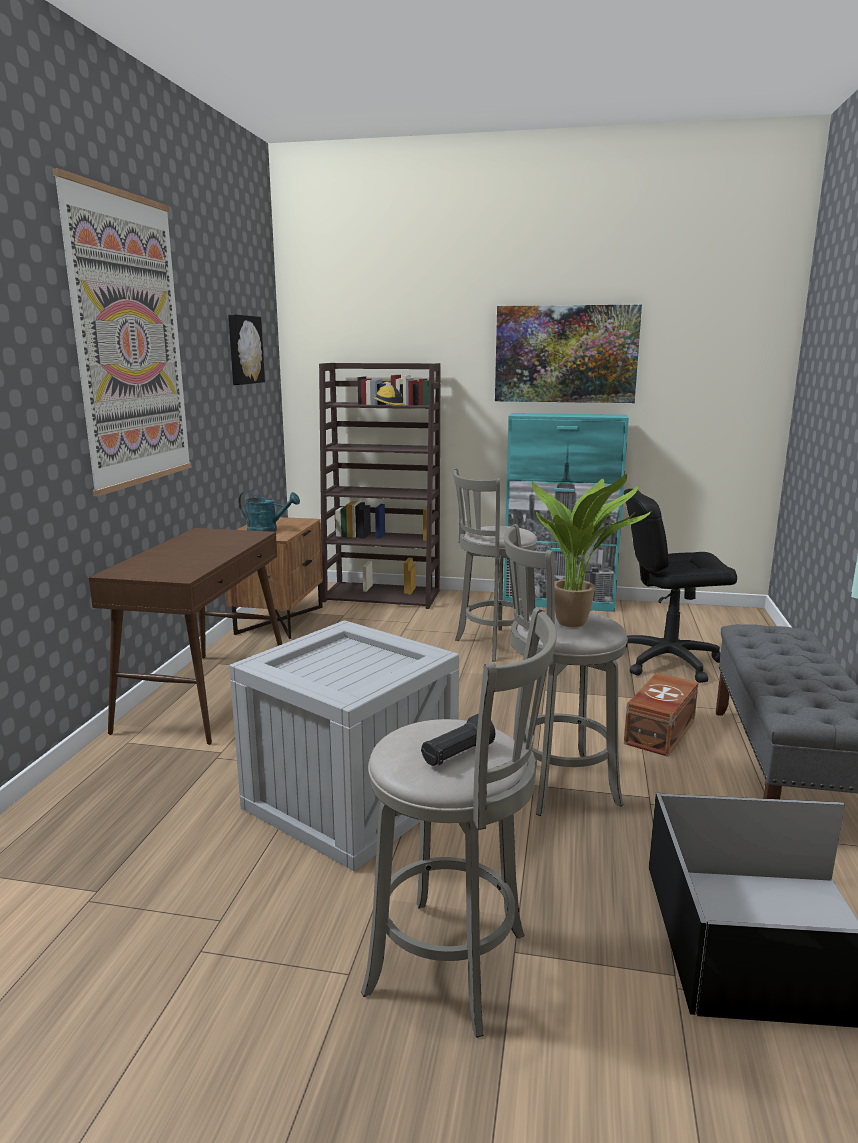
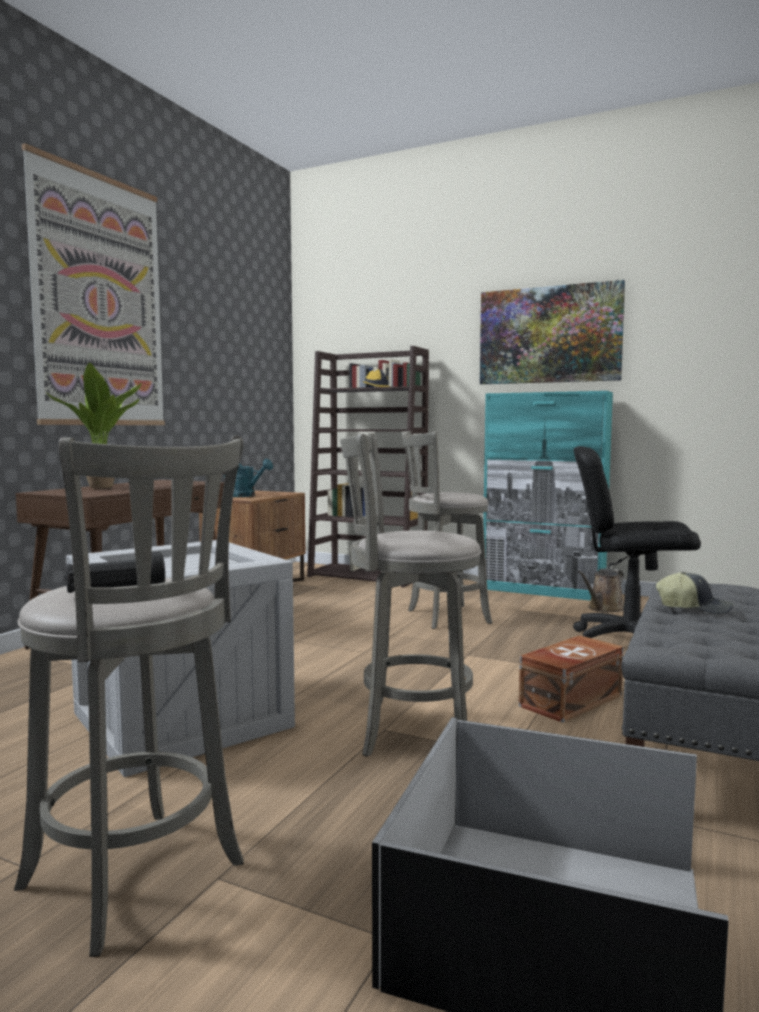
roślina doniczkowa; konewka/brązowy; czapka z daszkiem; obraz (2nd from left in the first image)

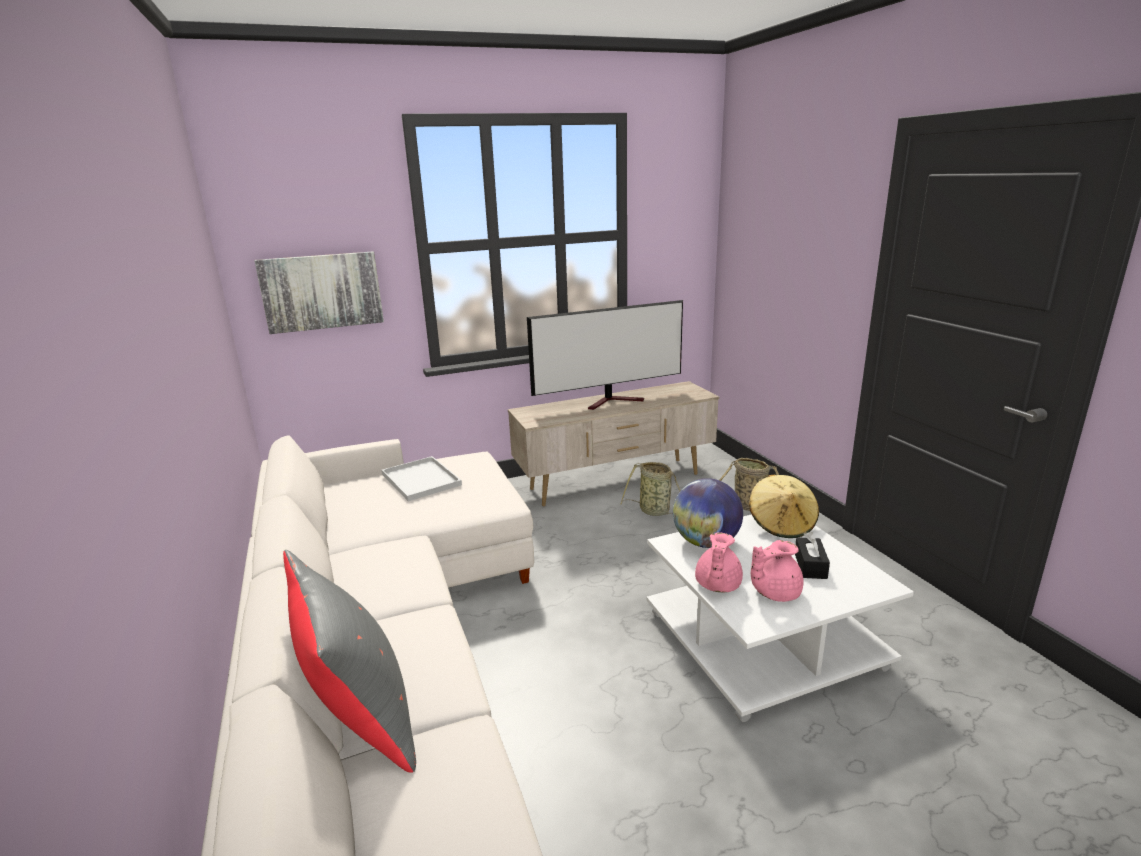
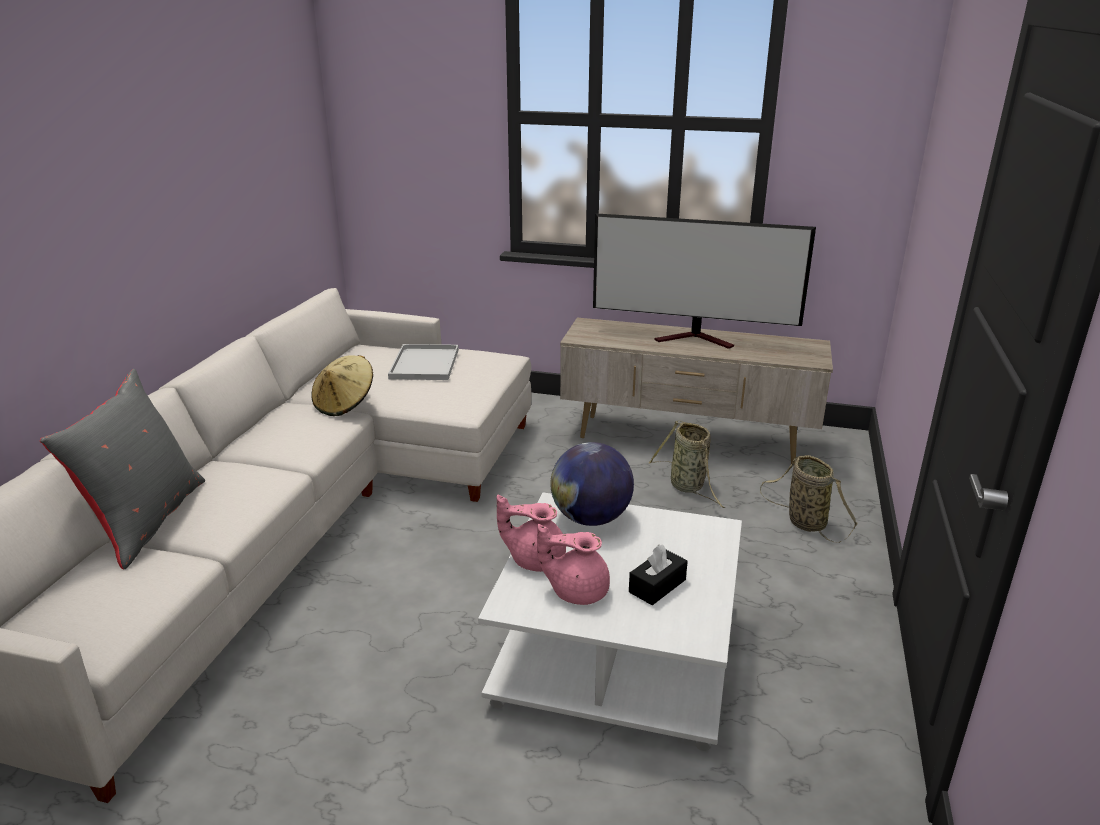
kapelusz/beżowy; imbryk/różowy (1st from left); obraz

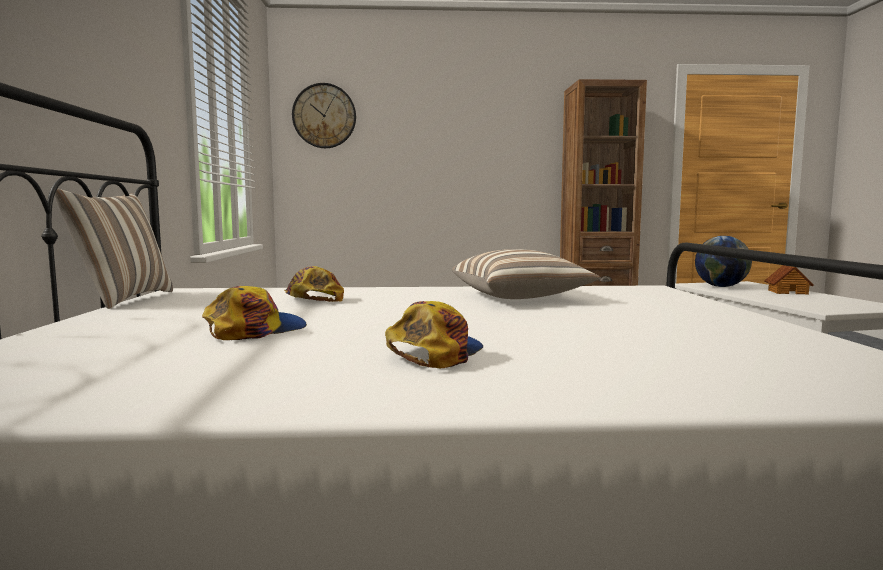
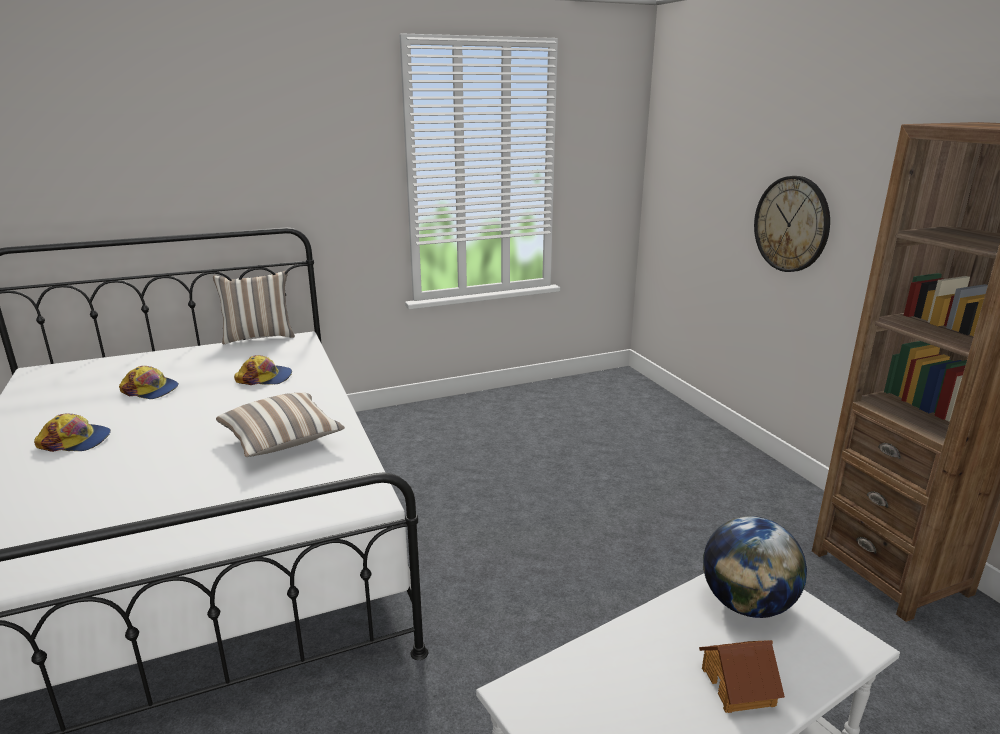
czapka z daszkiem (3rd from left); zegar ścienny

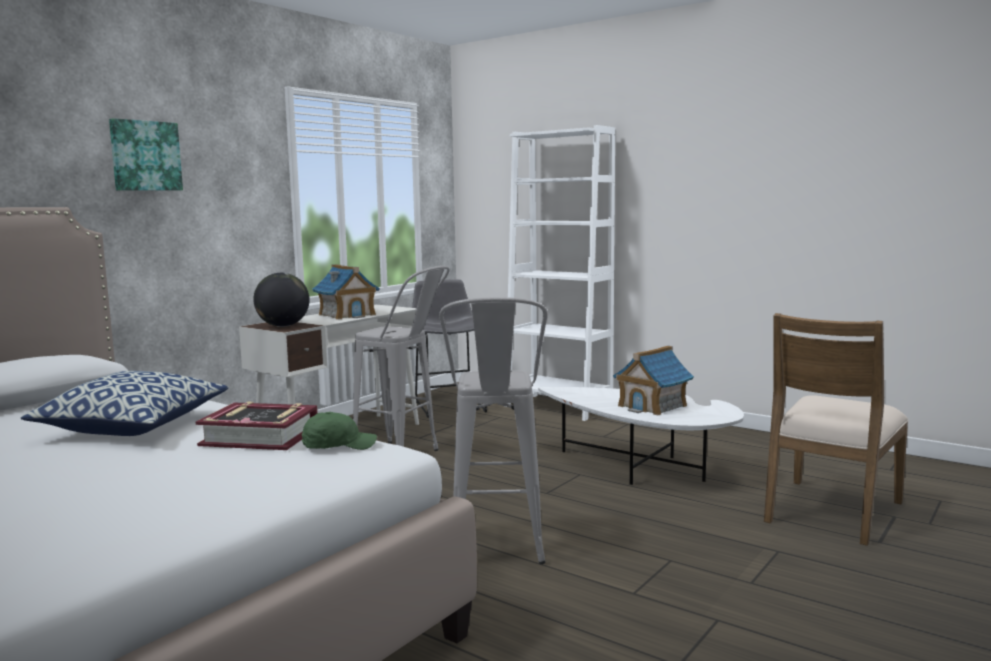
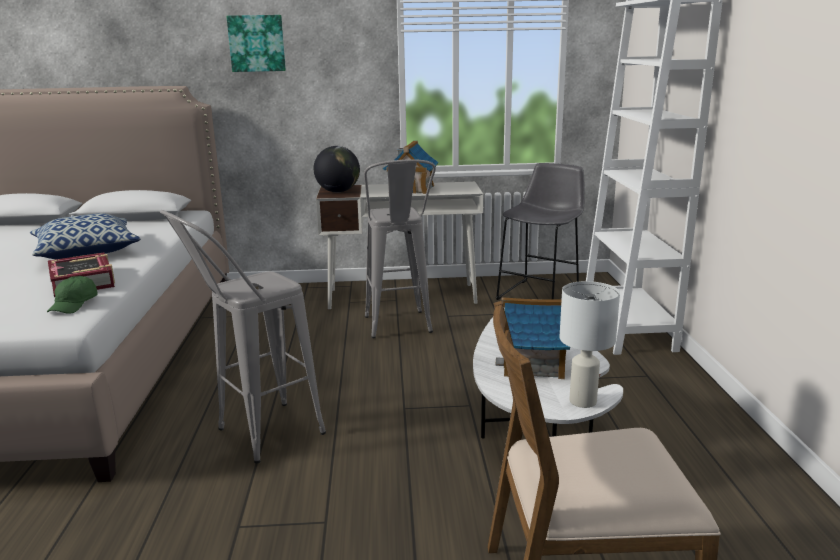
czapka z daszkiem/zielony; lampa stołowa/biały

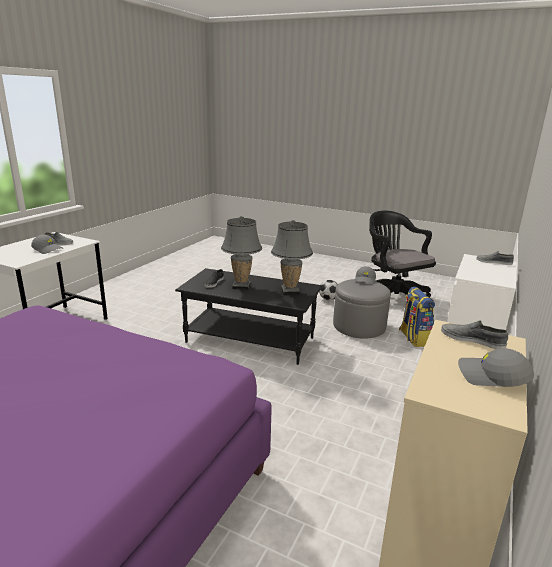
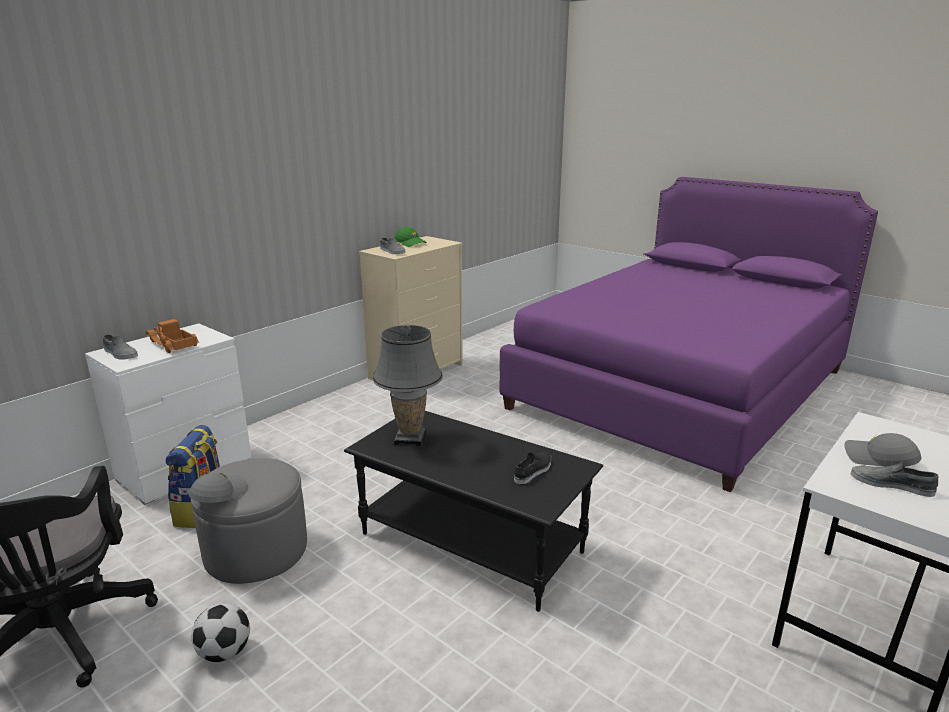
ciężarówka zabawkowa; czapka z daszkiem/zielony; lampa stołowa/szary (1st from left in the first image)

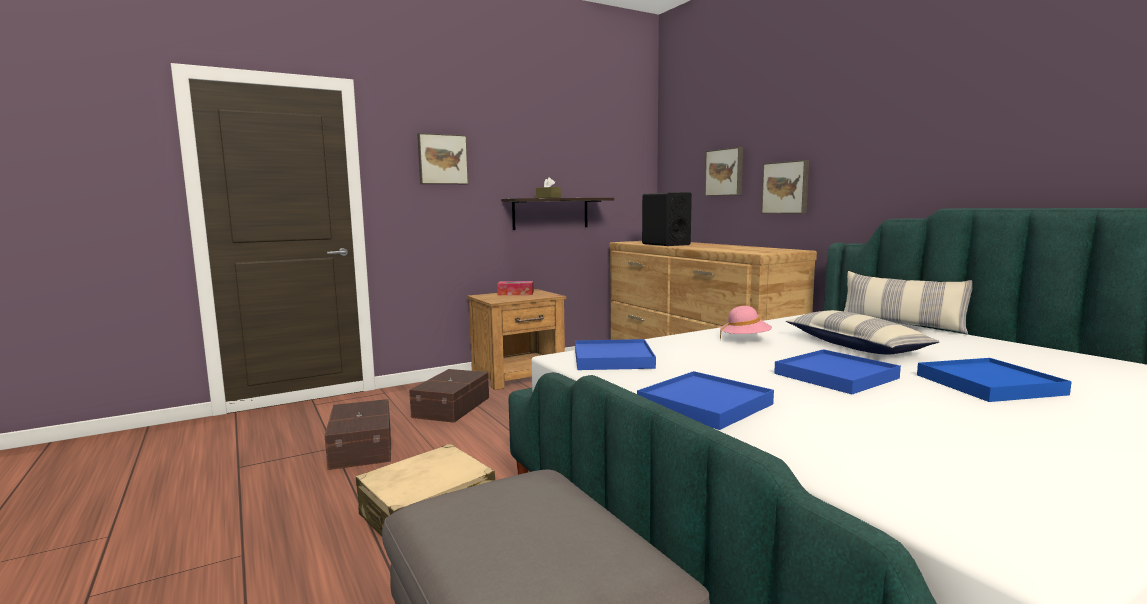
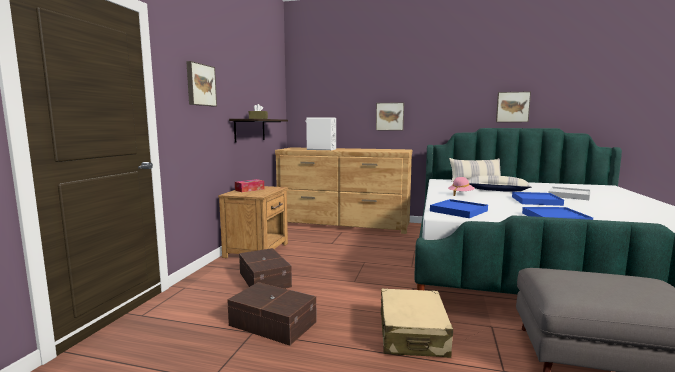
głośnik/biały; obraz (3rd from left); taca/biały

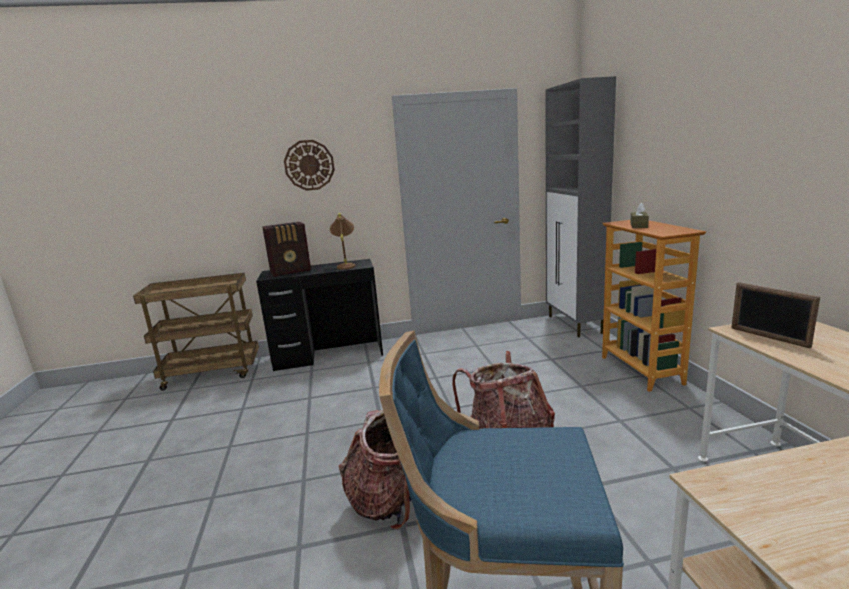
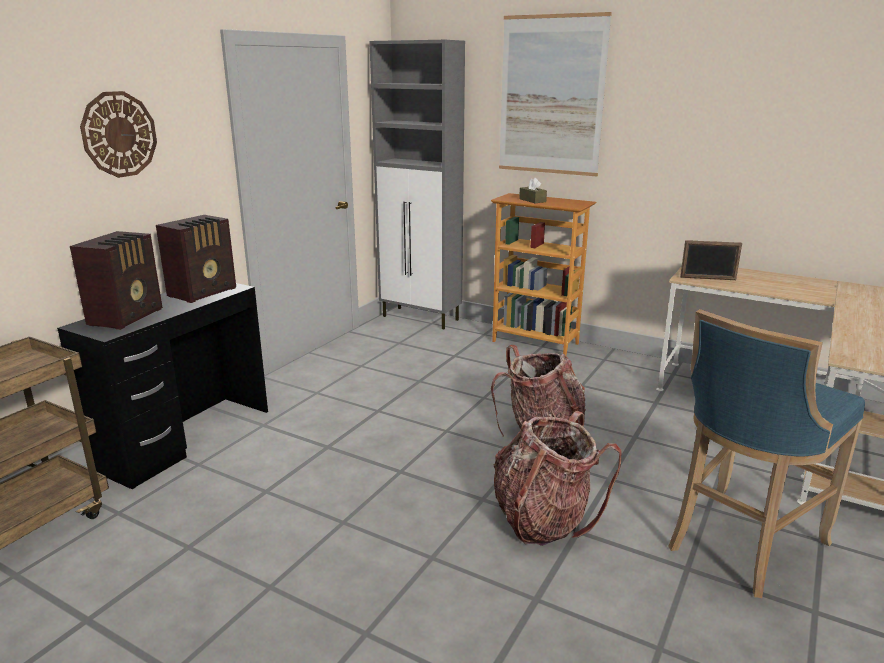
radio (2nd from left); obraz

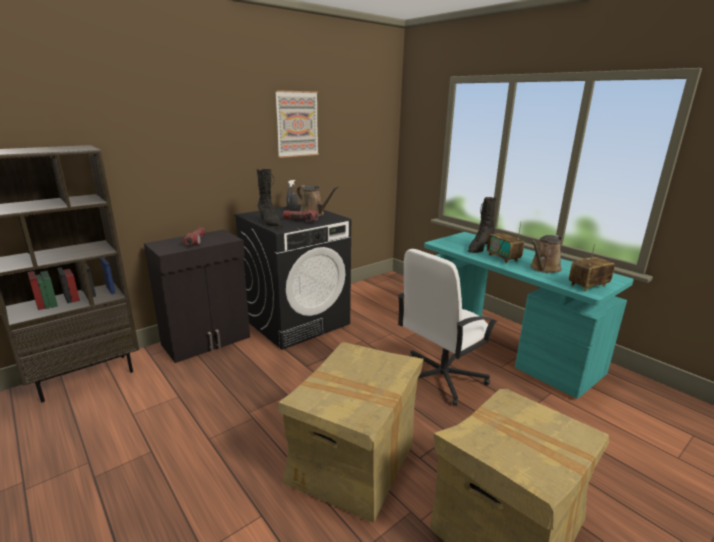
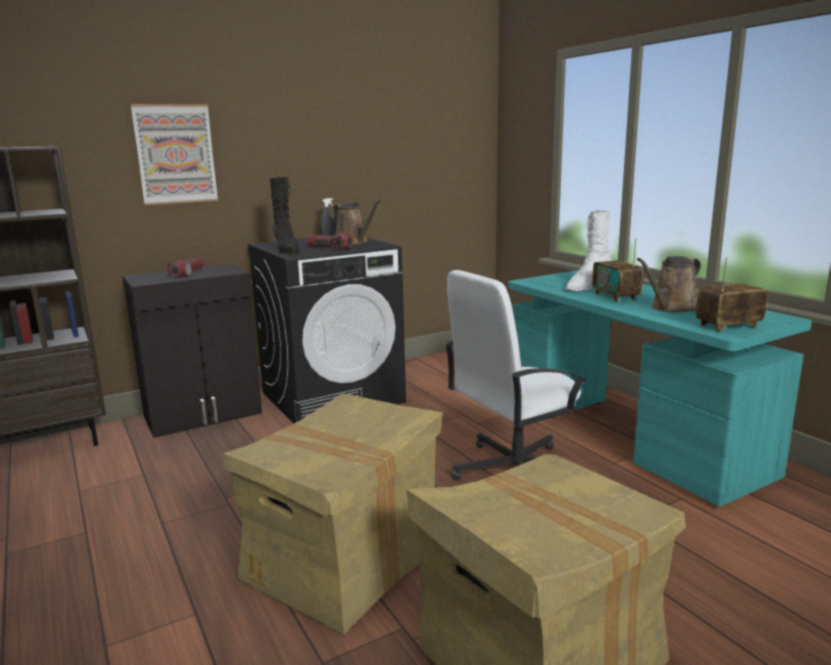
obraz; but z cholewką/biały

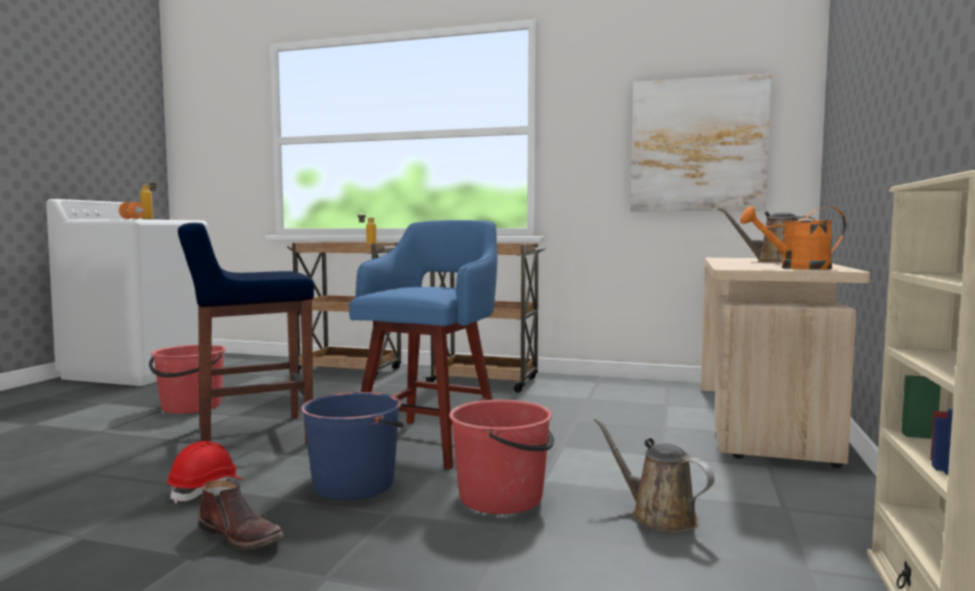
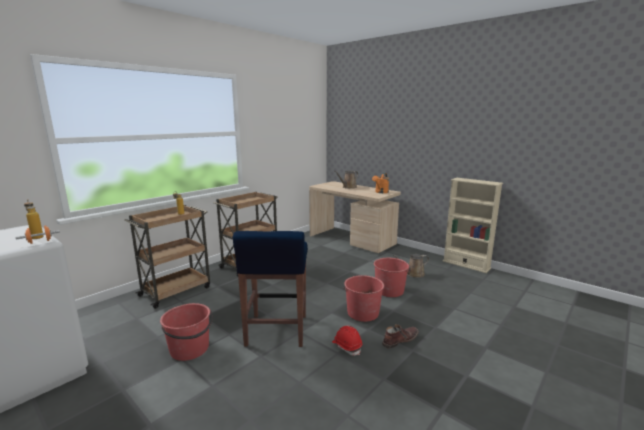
wiadro/czerwony (2nd from left); stołek/niebieski (2nd from left in the first image); obraz

